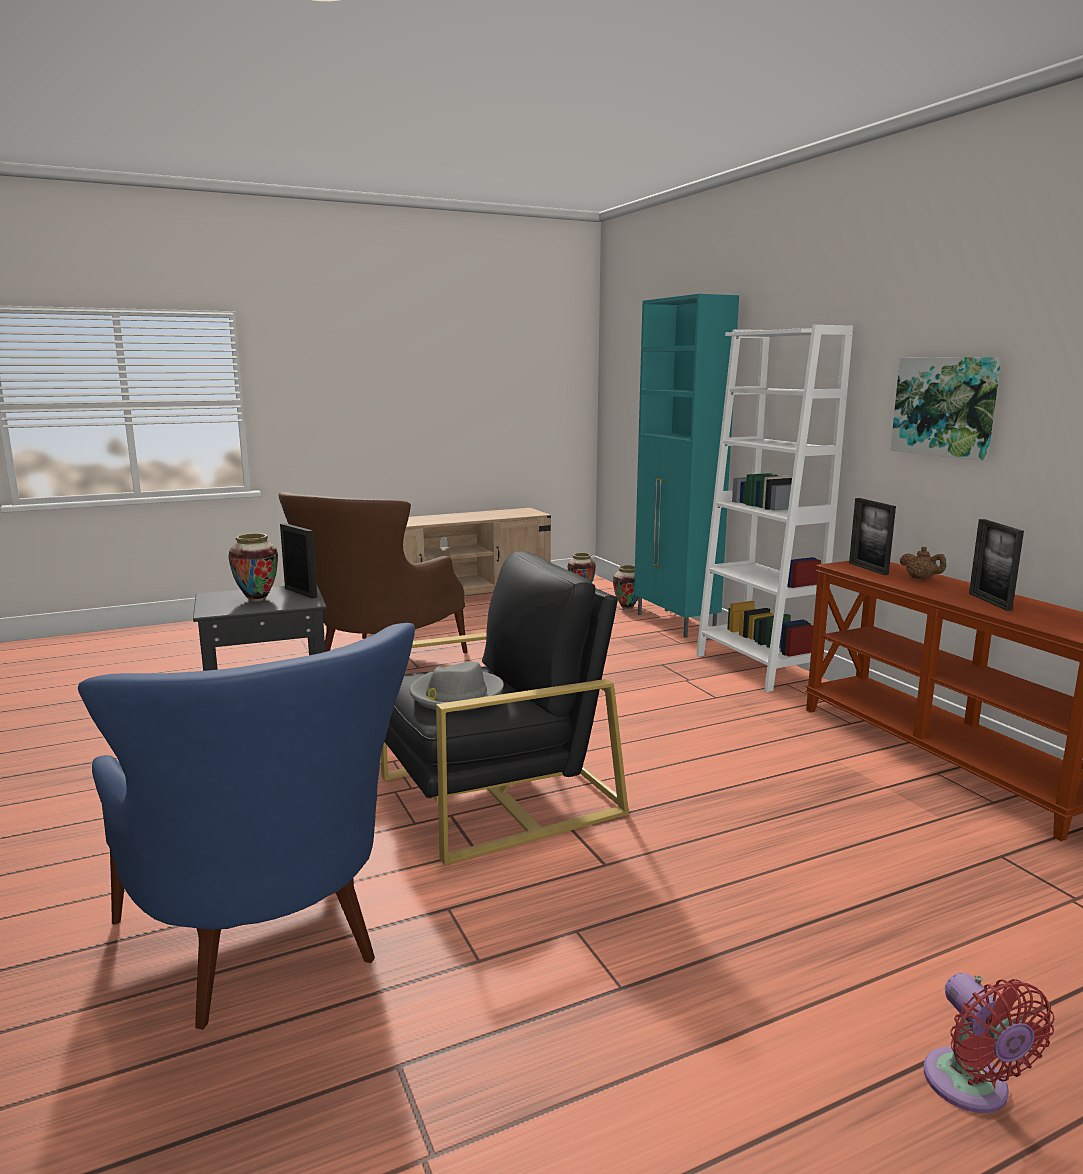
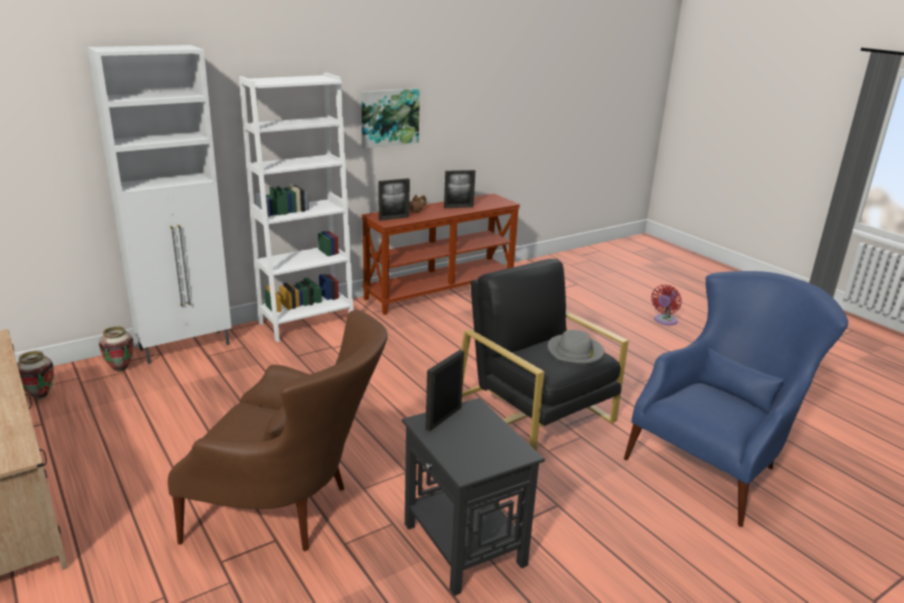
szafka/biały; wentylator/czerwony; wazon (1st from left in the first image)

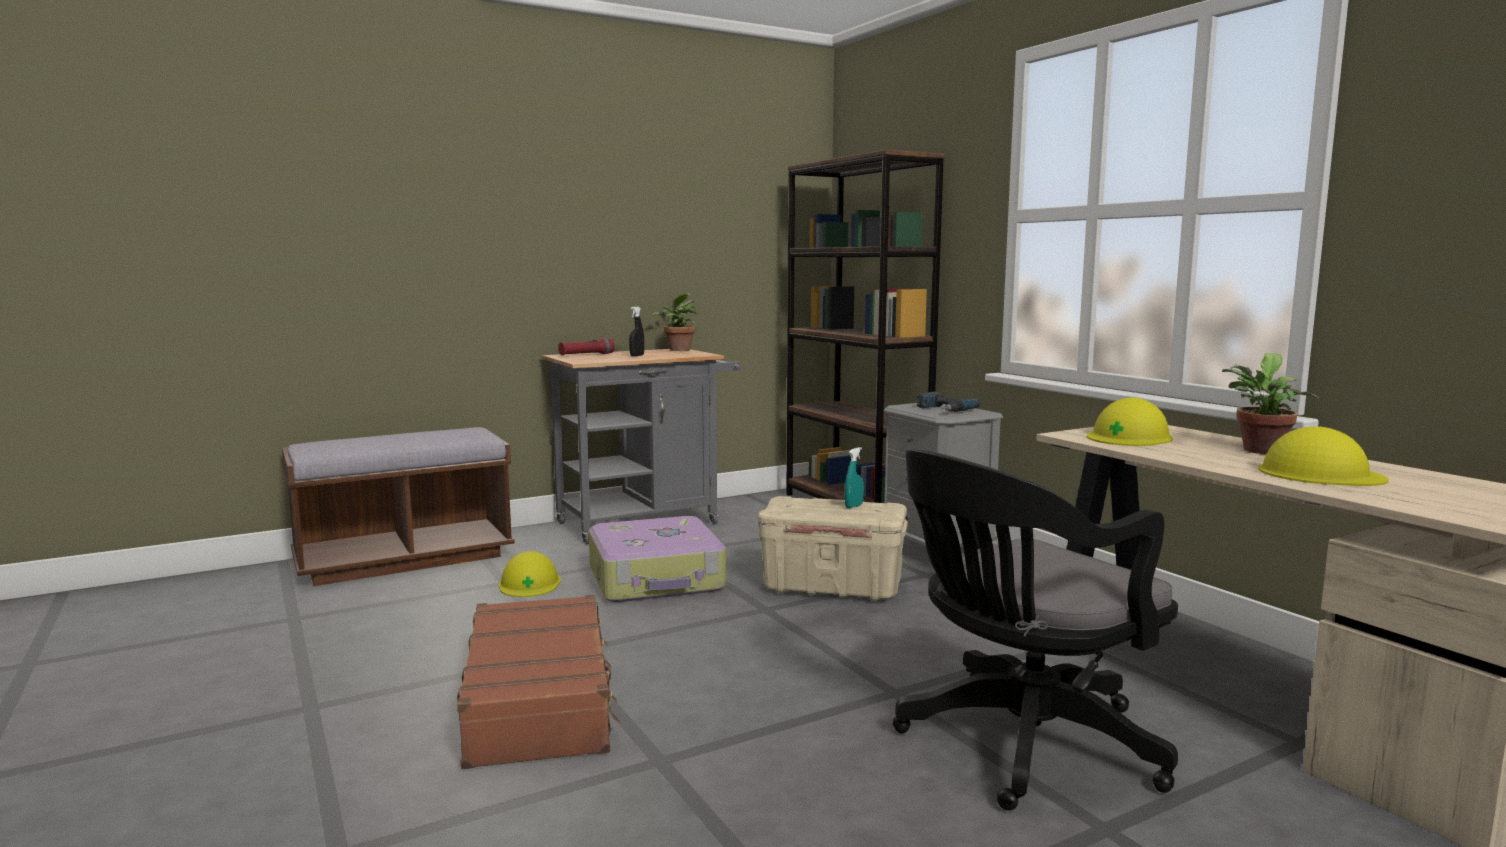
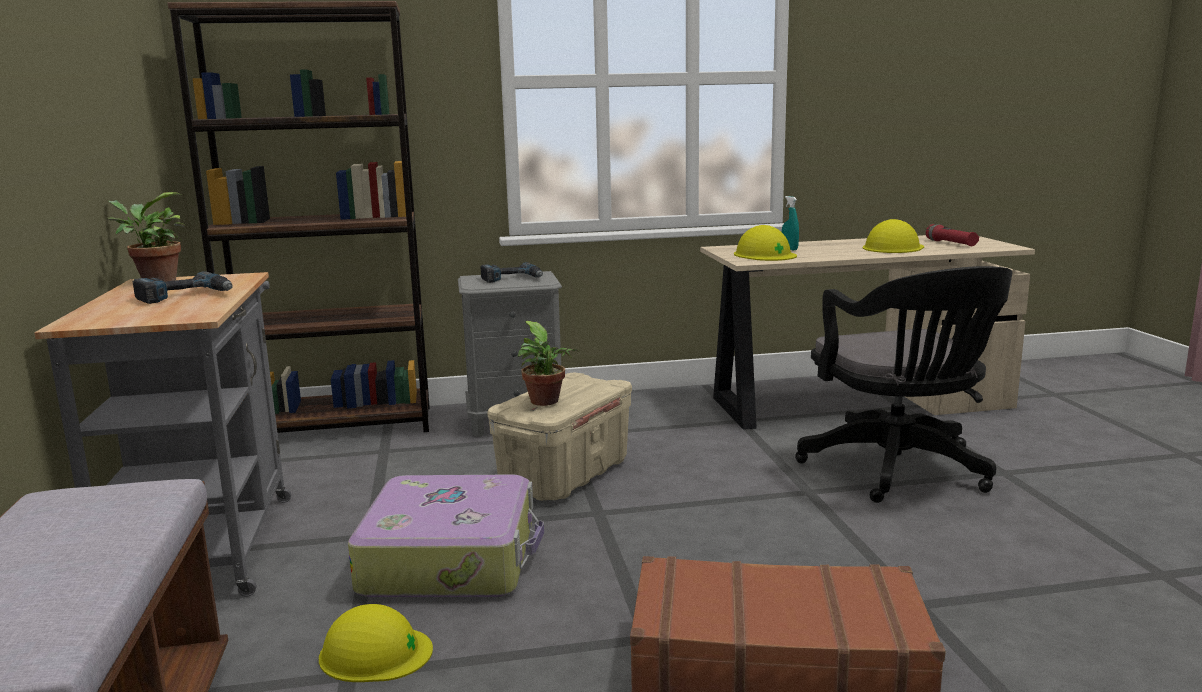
wiertarka (1st from left); roślina doniczkowa (2nd from left); spryskiwacz/turkusowy; latarka/czerwony

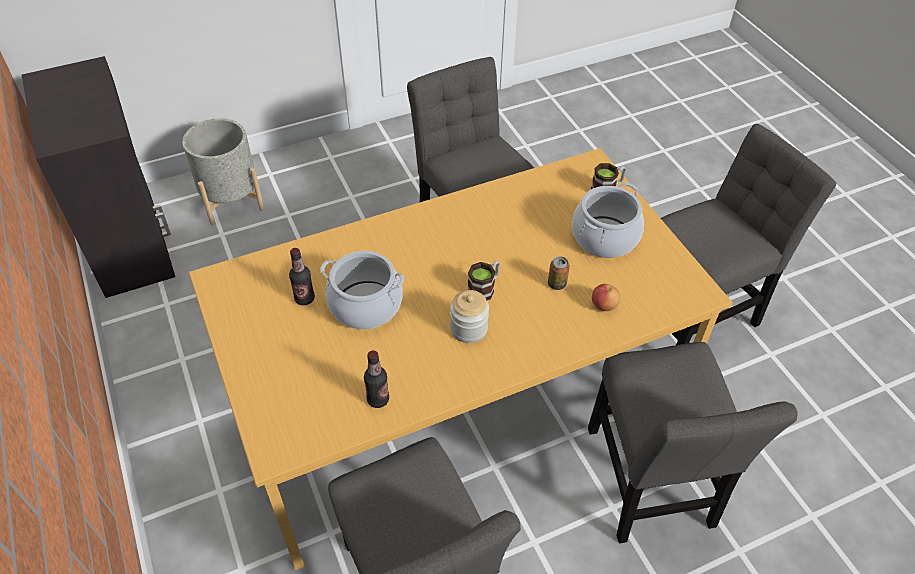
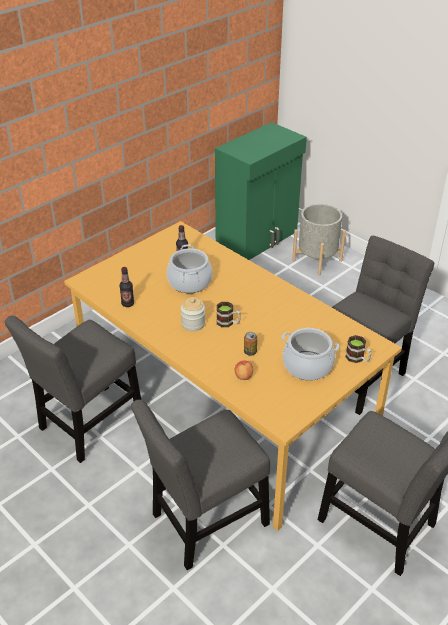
szafka/zielony

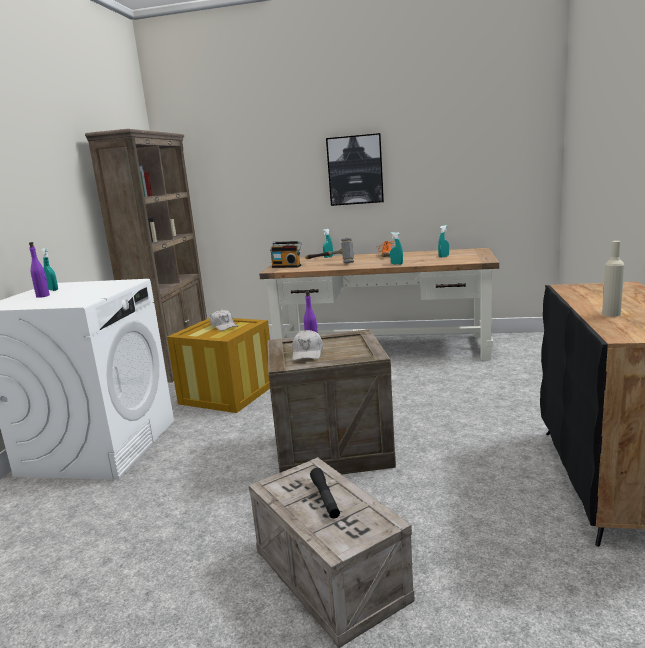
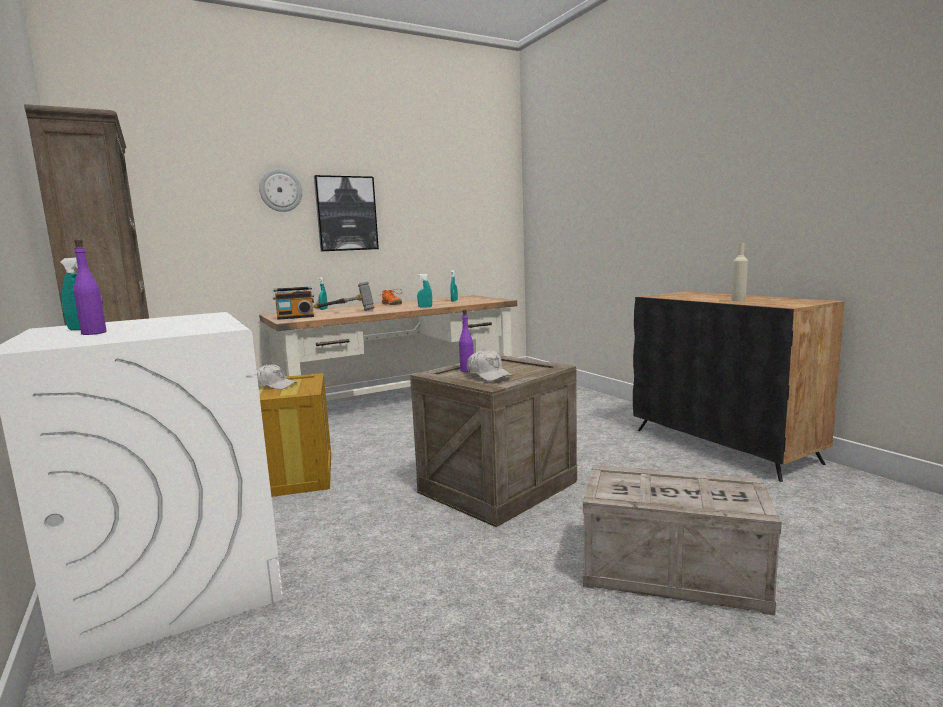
zegar ścienny; latarka/czarny

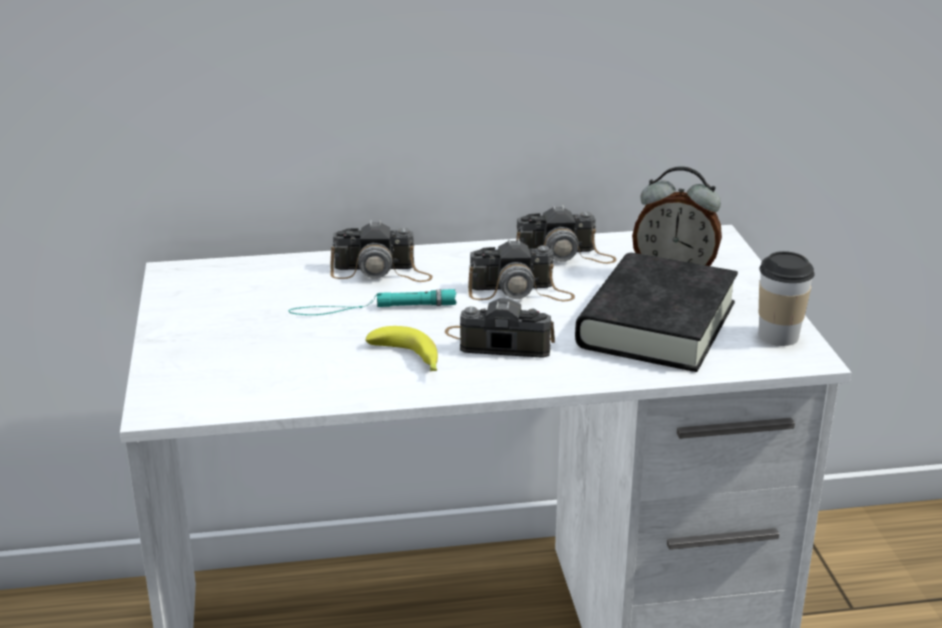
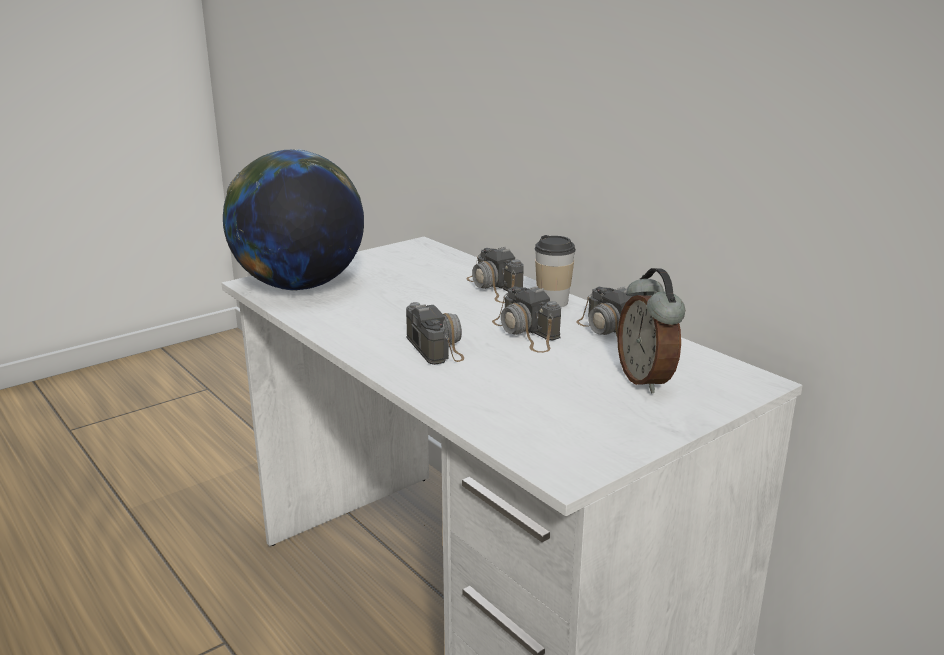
globus; filiżanka; latarka/turkusowy; banan; książka/czarny

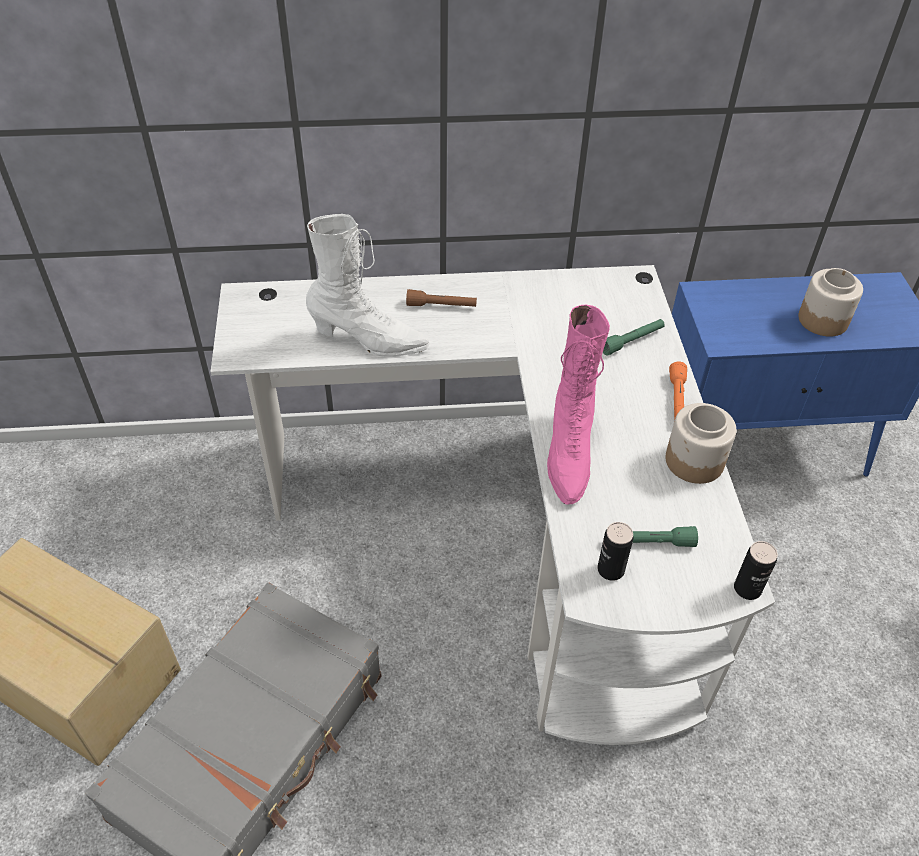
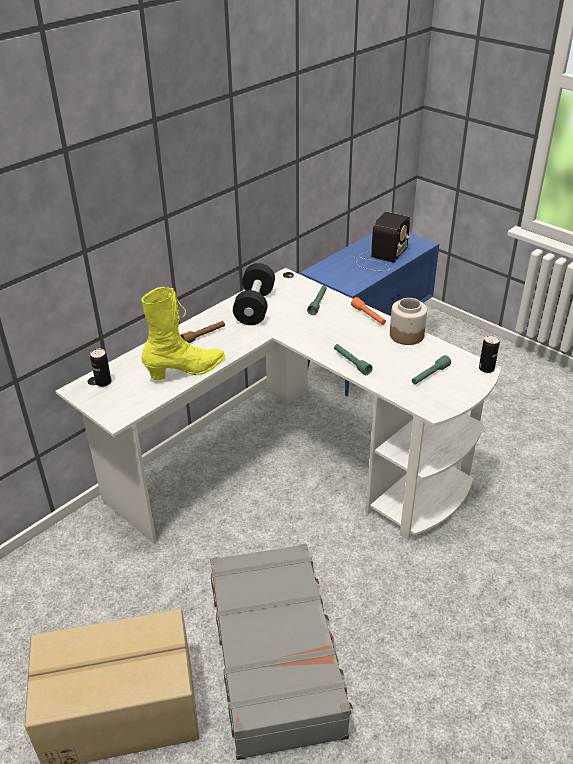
puszka (1st from left); but z cholewką/żółty; hantel/czarny; latarka/zielony (2nd from left); radio

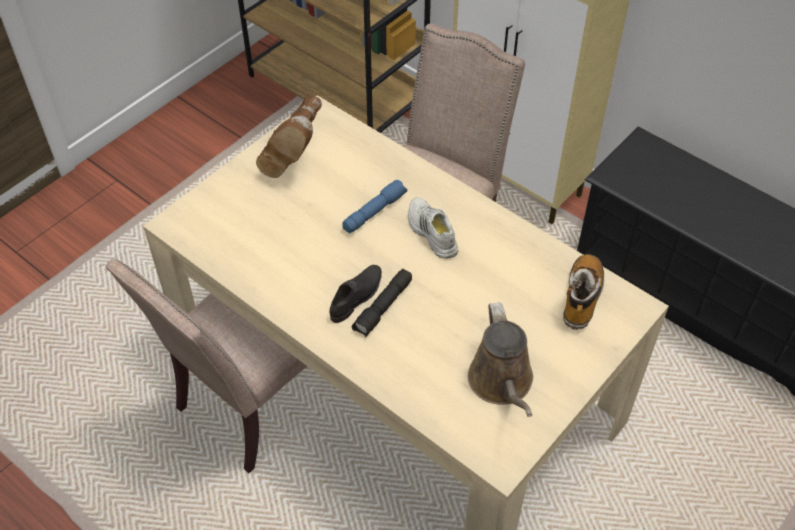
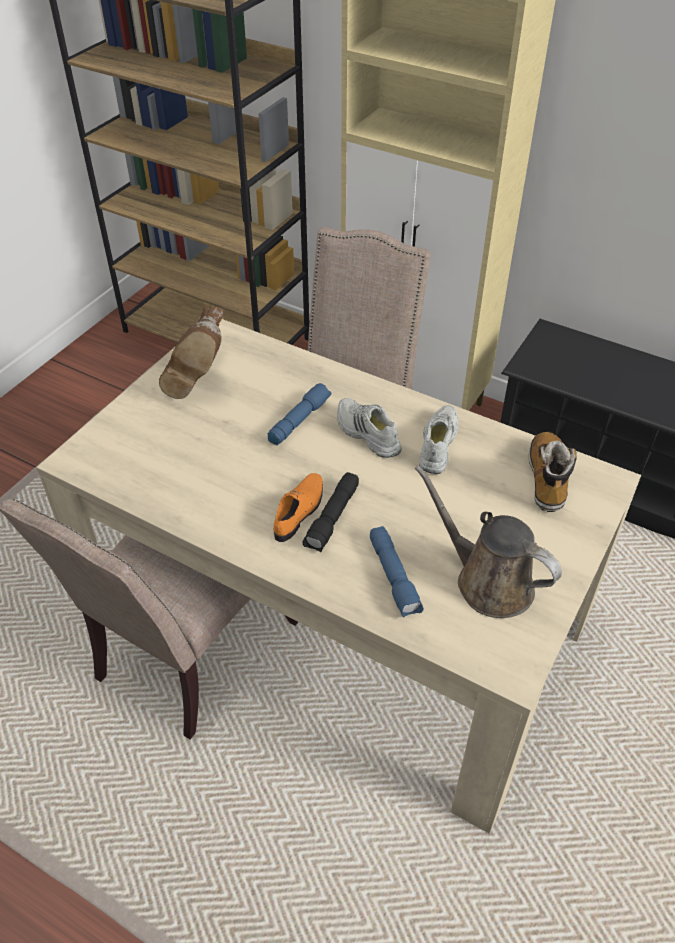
but/pomarańczowy; latarka/niebieski (2nd from left); konewka/brązowy; but/biały (2nd from left)

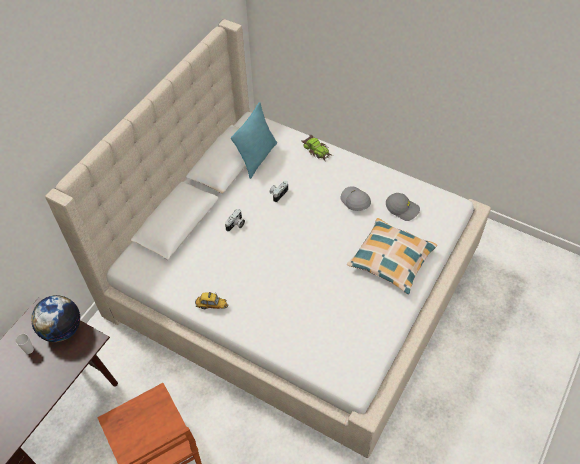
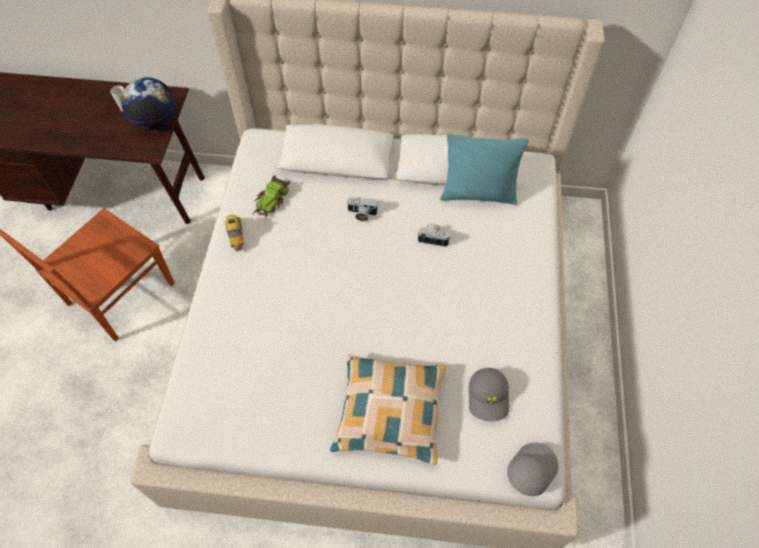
samochodzik (2nd from left); czapka z daszkiem/szary (2nd from left)

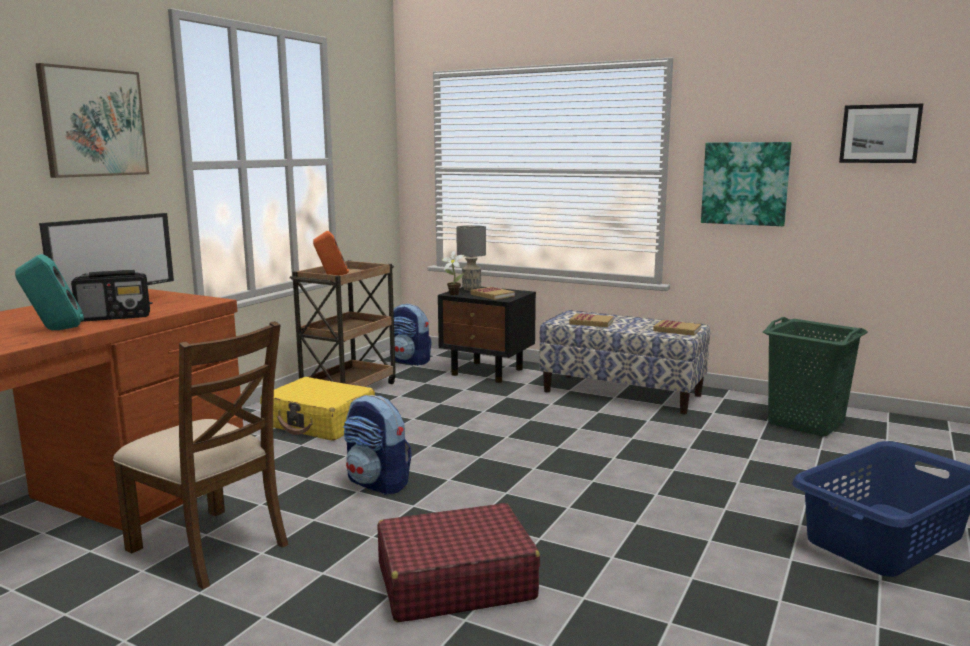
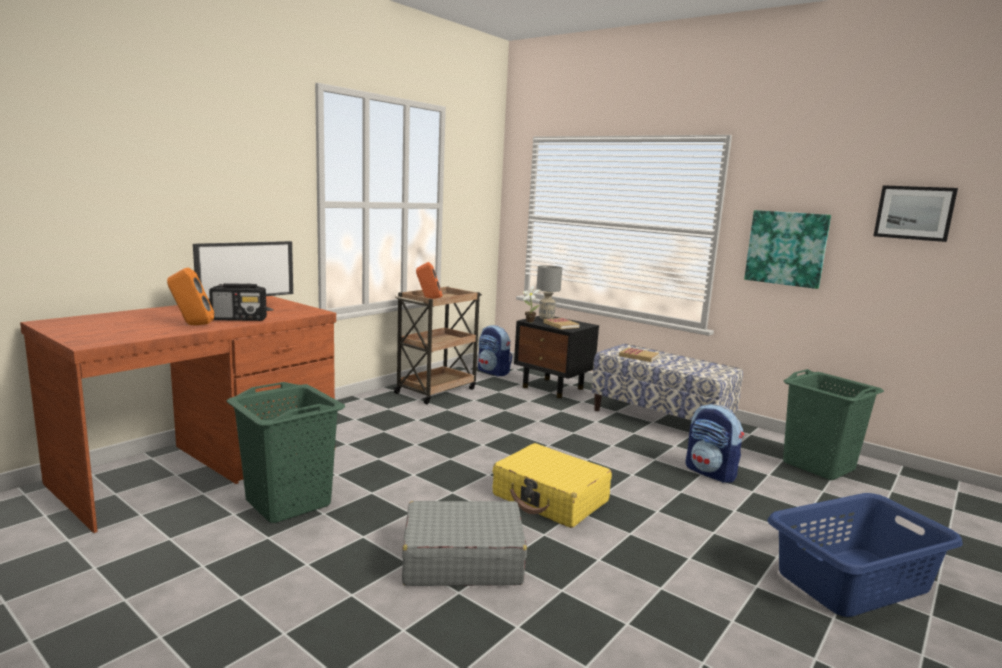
głośnik/pomarańczowy (1st from left); kosz na pranie/zielony (1st from left); walizka/szary; walizka/żółty; plecak (2nd from left); obraz (1st from left in the first image); książka (3rd from left in the first image)

